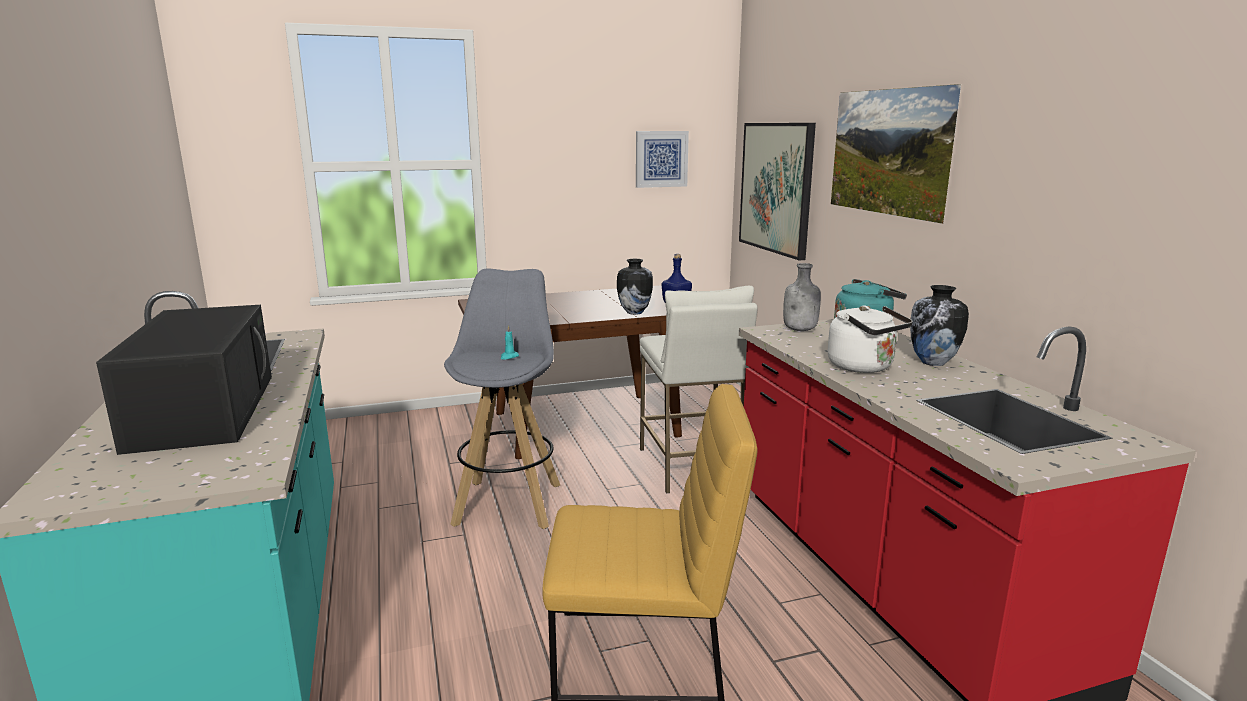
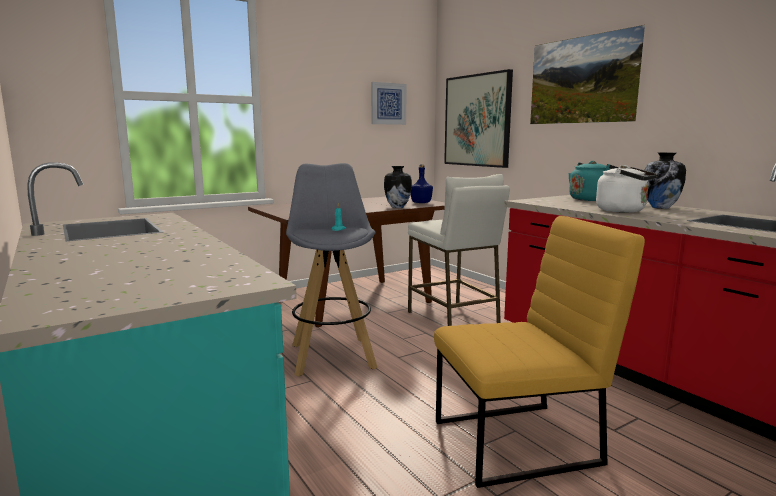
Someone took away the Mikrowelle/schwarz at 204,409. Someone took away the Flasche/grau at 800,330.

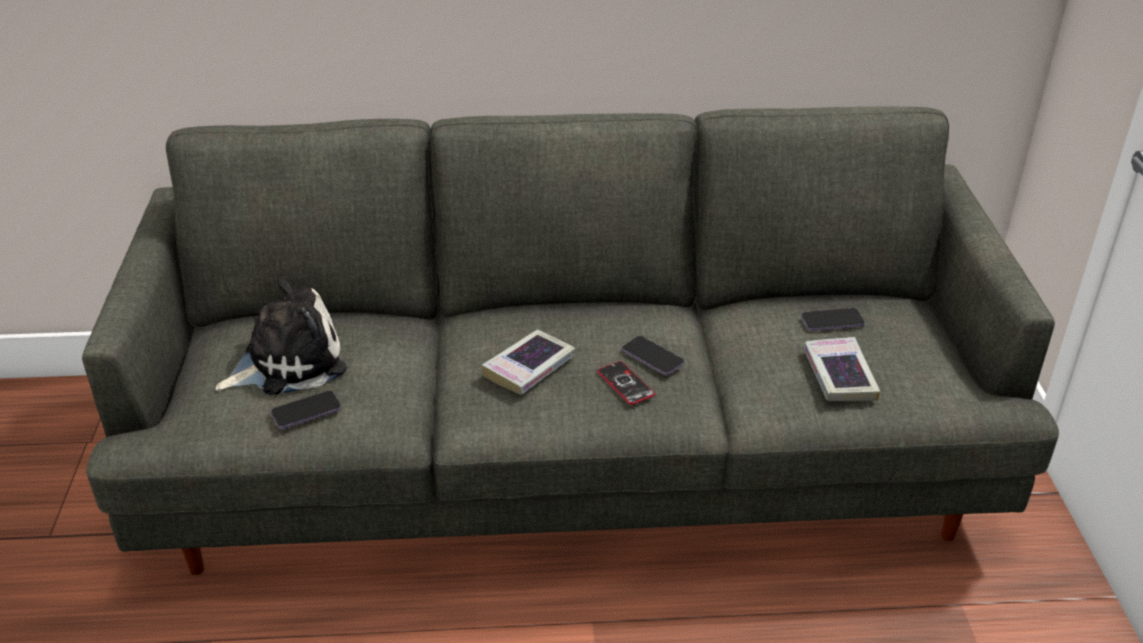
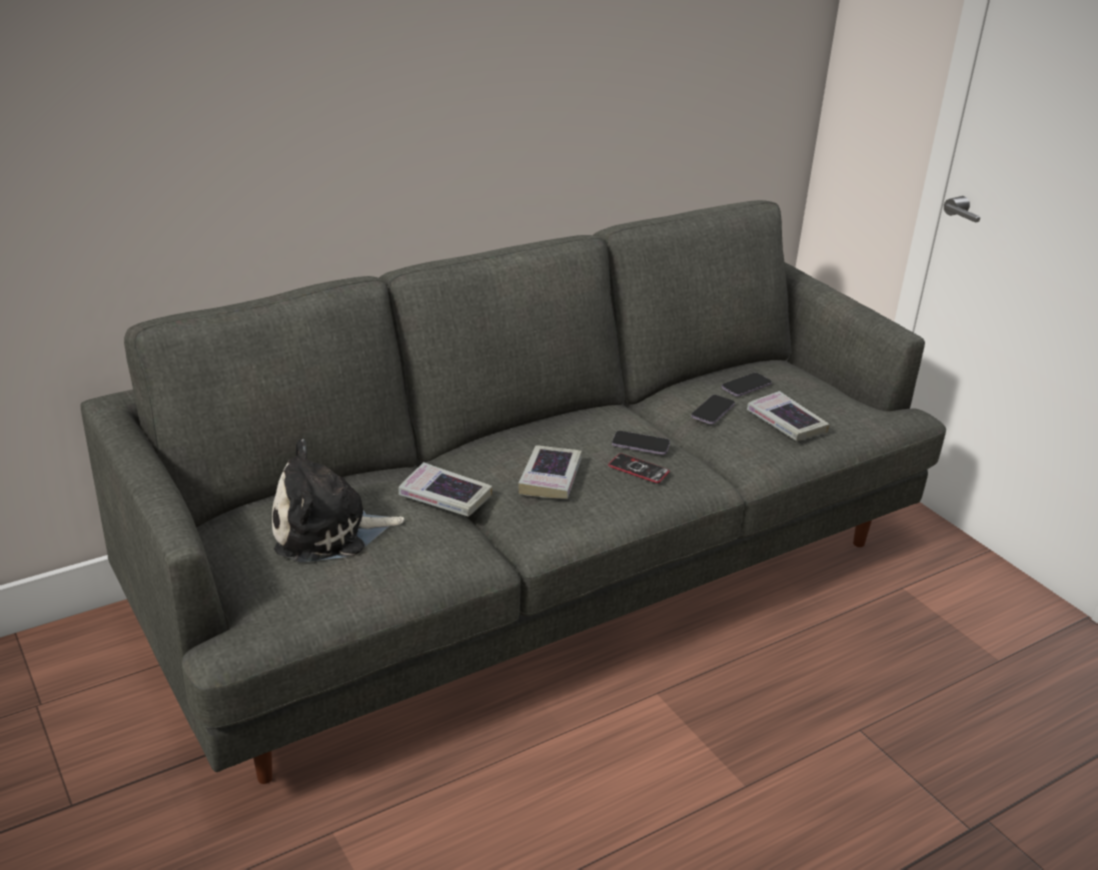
Someone put down the Buch at 445,497. Someone carried the Handy from 306,412 to 712,411. Someone rotated the Plüschtier at 288,362 by 135 degrees counterclockwise.

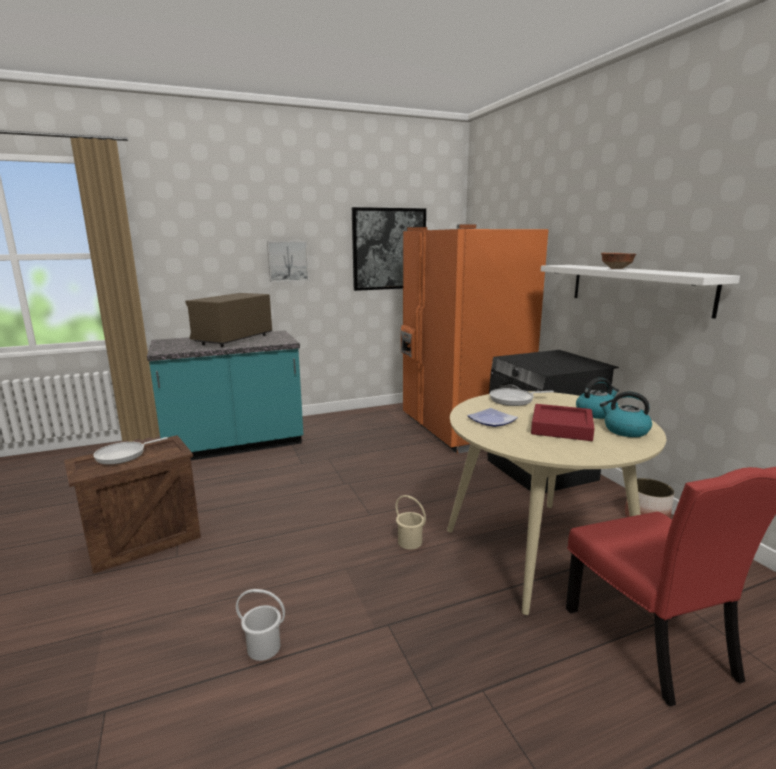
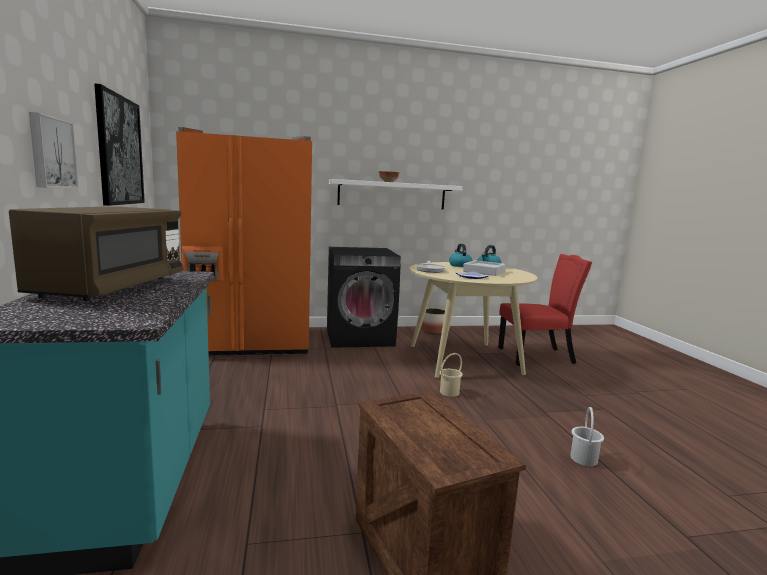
Someone took away the Pfanne at 124,455. Someone repainted the Tablett/rot at 561,427, which became the Tablett/grau at 484,271. Someone rotated the Mikrowelle/braun at 233,339 by 120 degrees counterclockwise.

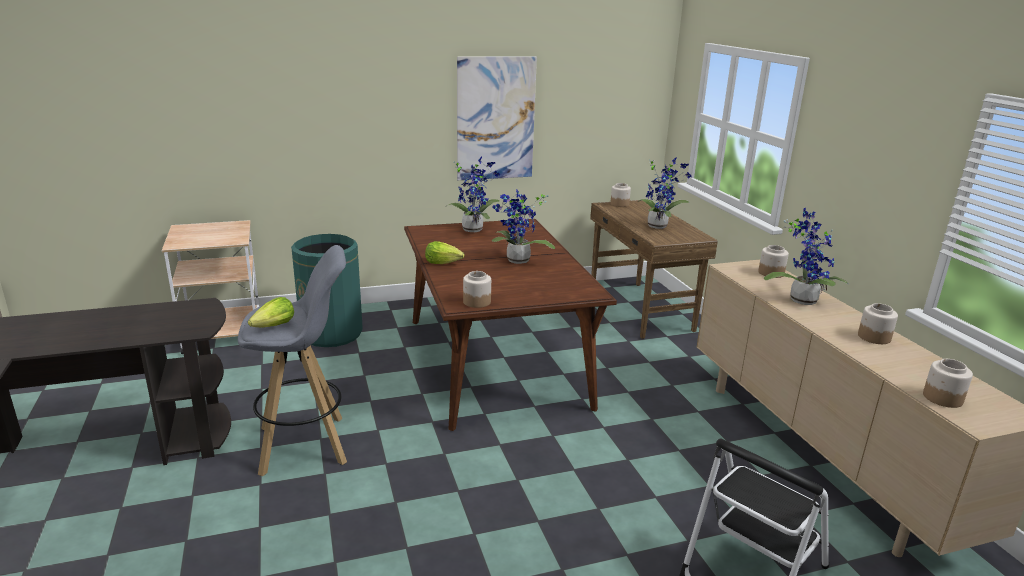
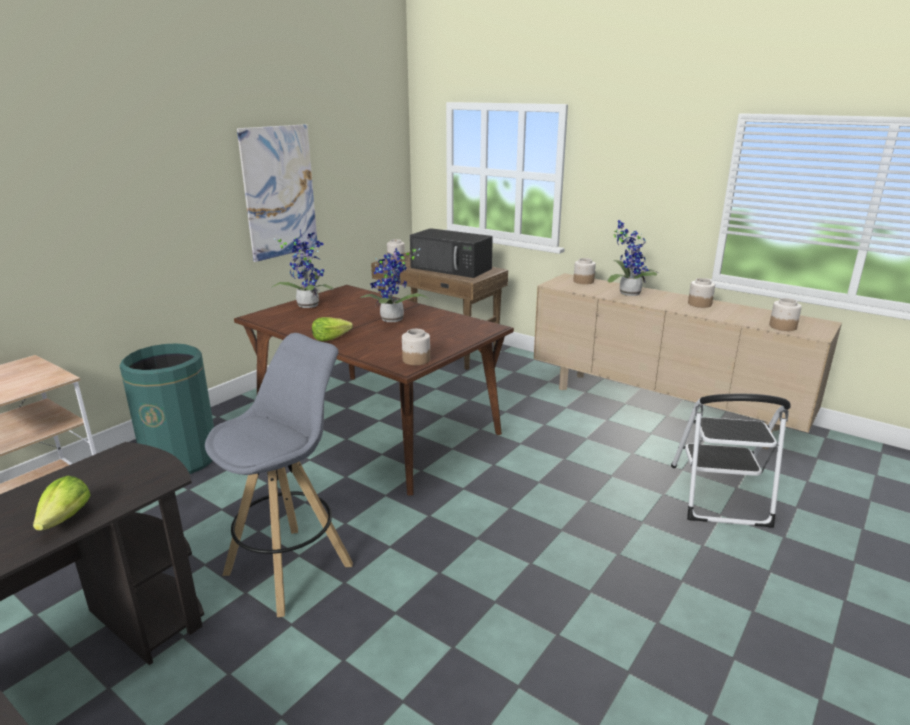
Someone carried the Salatkopf from 274,326 to 66,518. Someone swapped the Topfpflanze at 659,225 for the Mikrowelle/schwarz at 452,268.

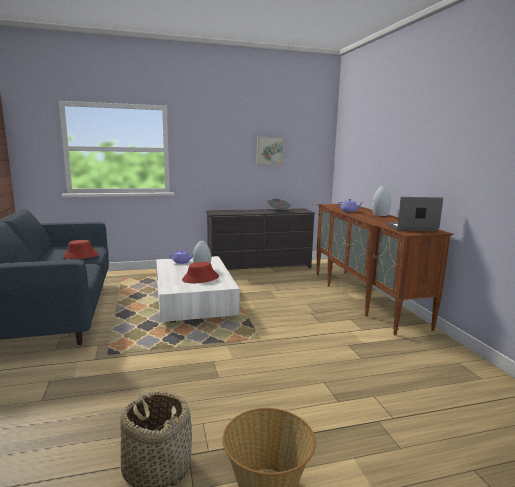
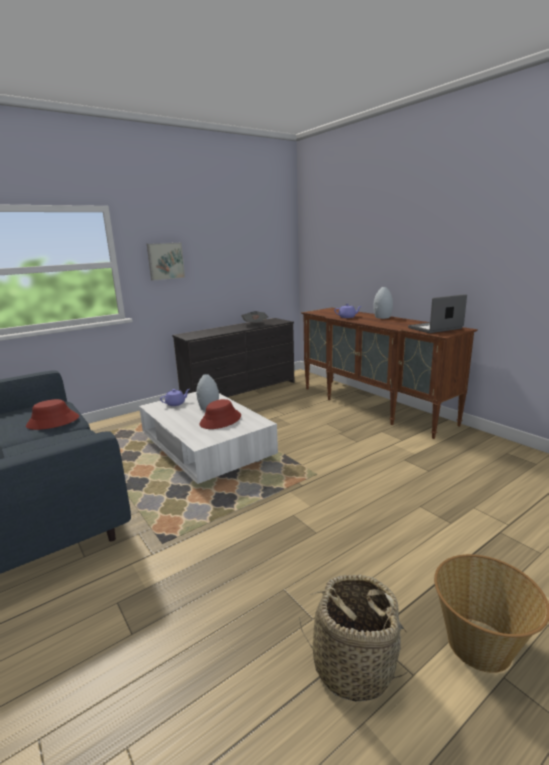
Someone carried the Bild from 269,150 to 165,261.

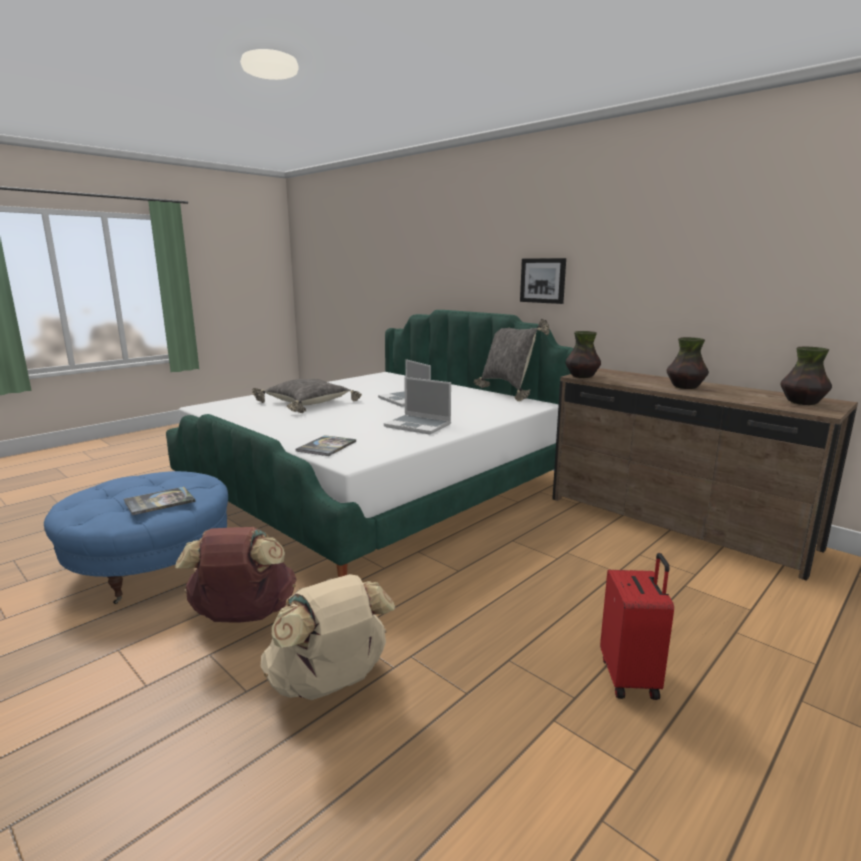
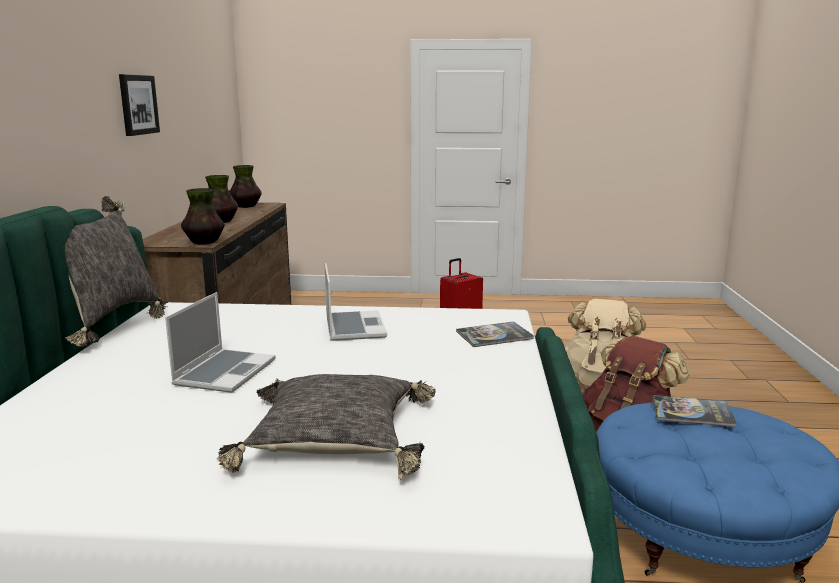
Someone carried the Bild from 543,280 to 138,104.

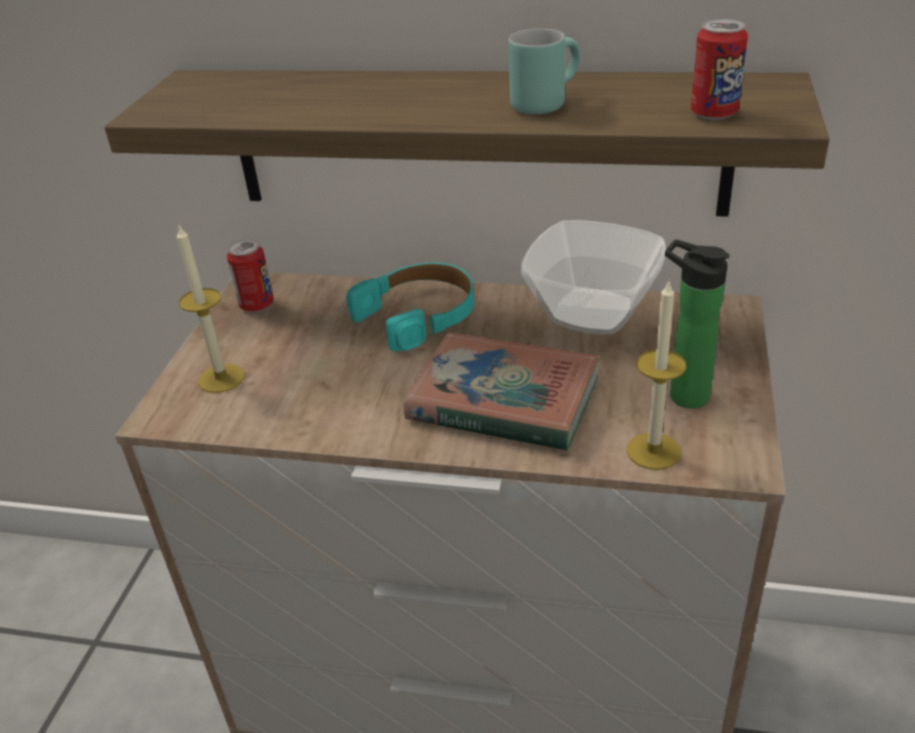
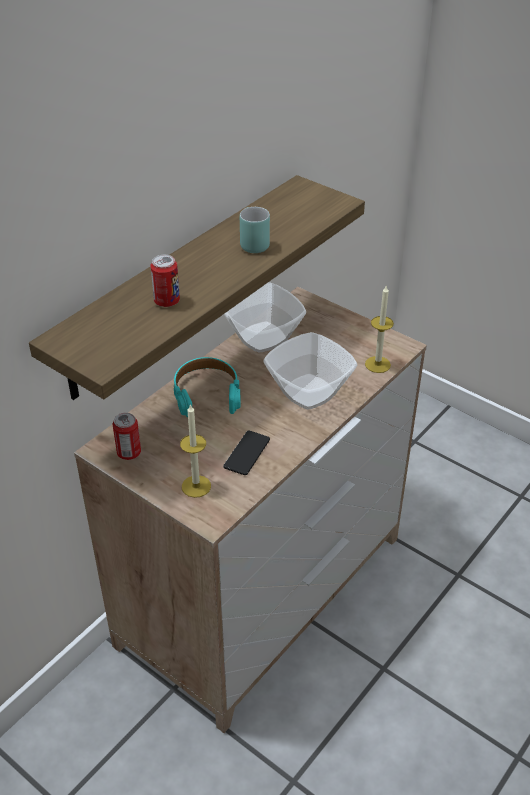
Someone took away the Flasche at 683,394. Someone put down the Handy at 247,453. Someone carried the Dose from 713,114 to 167,301. Someone swapped the Buch at 503,400 for the Schüssel at 307,392.

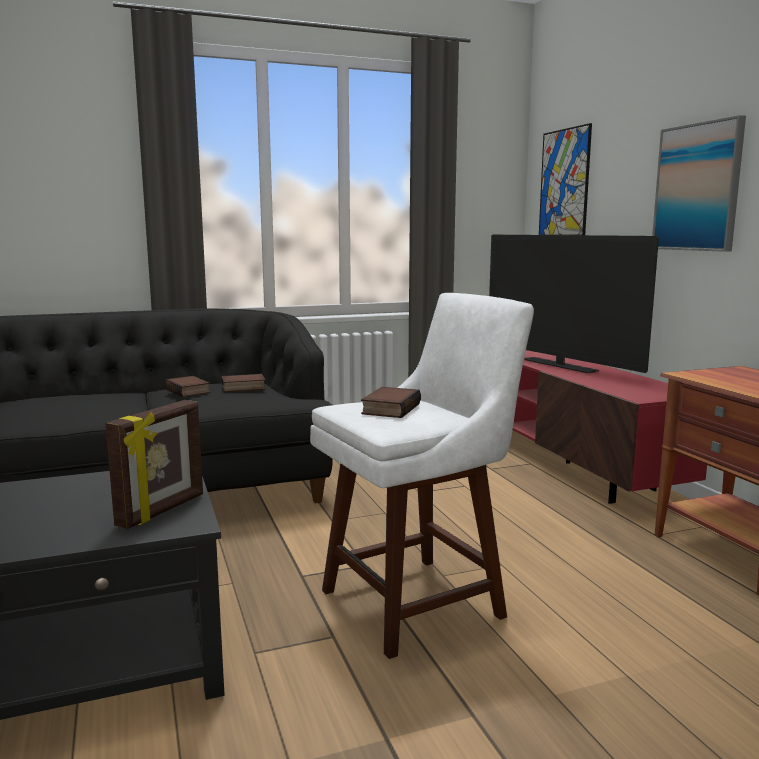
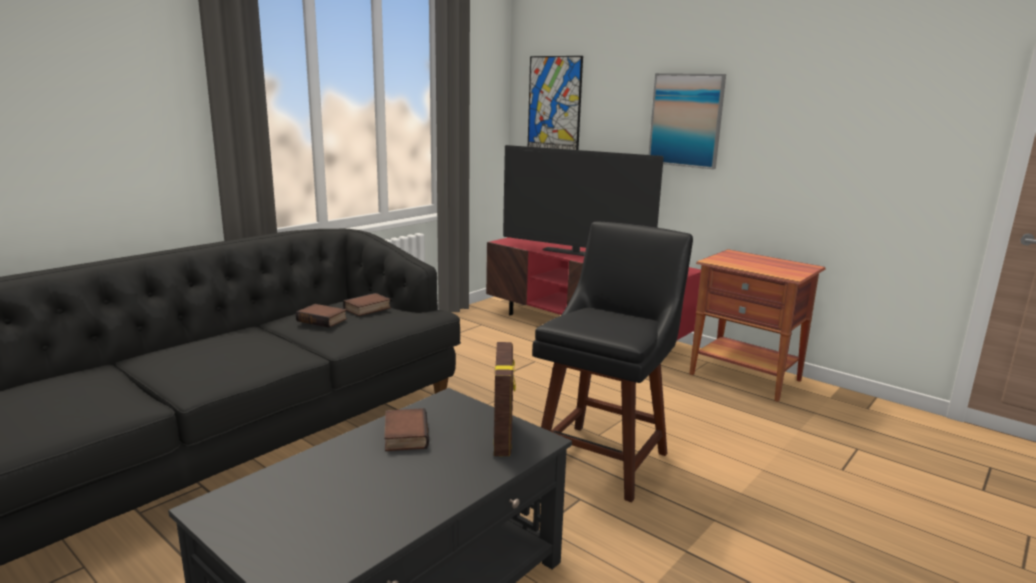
Someone carried the Buch from 389,408 to 404,435. Someone repainted the Hocker/weiß at 418,601, which became the Hocker/schwarz at 604,458.

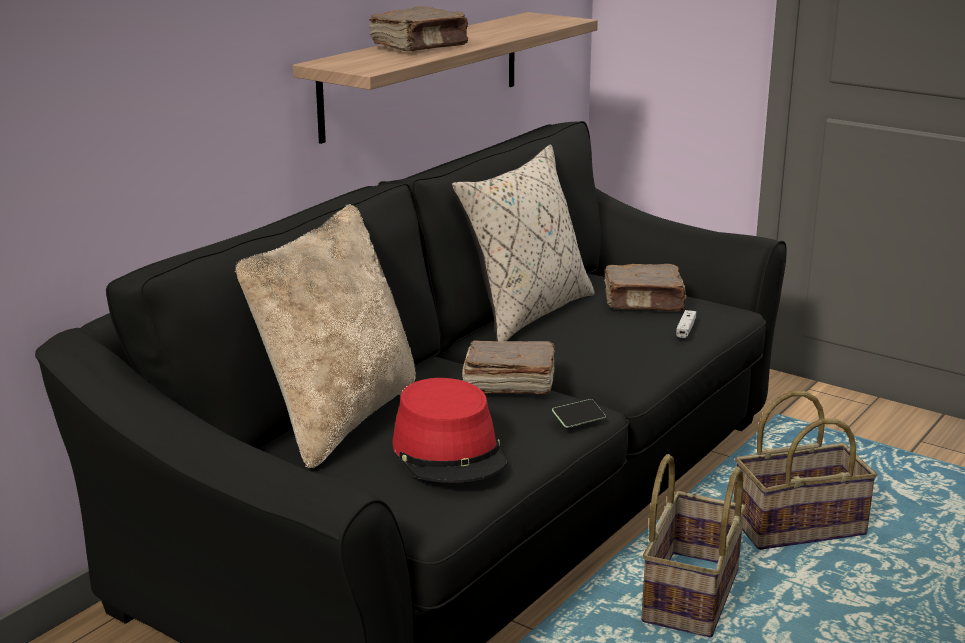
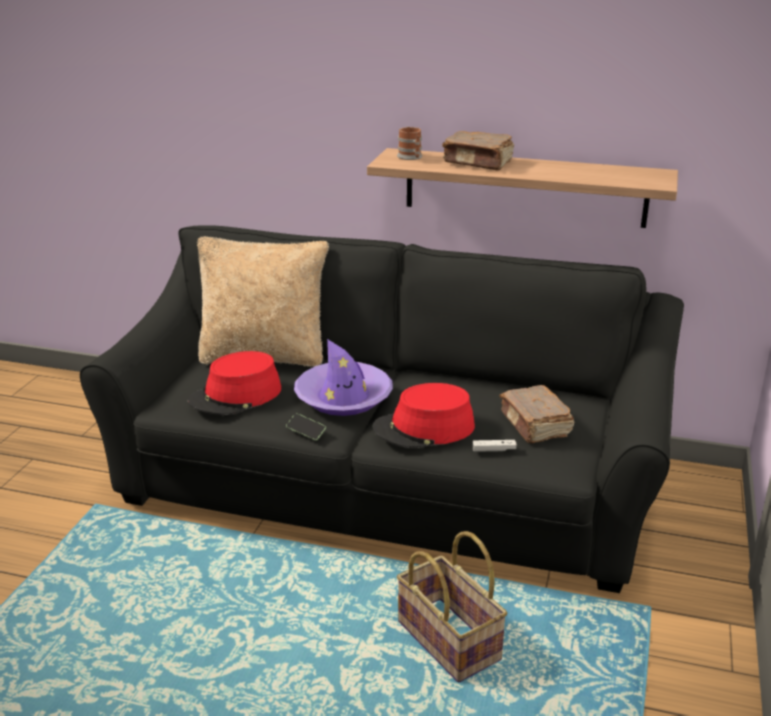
Someone took away the Kissen/beige at 525,313. Someone took away the Korb at 689,595. Someone put down the Hut/rot at 424,428. Someone put down the Henkelbecher at 411,158. Someone swapped the Buch/braun at 507,384 for the Hut/lila at 344,397.

